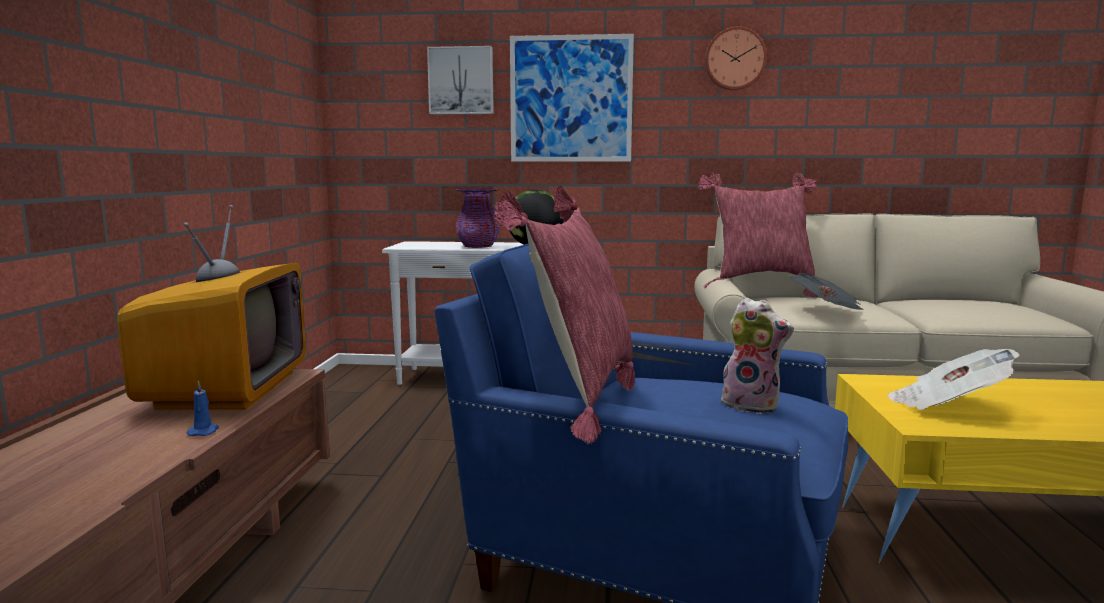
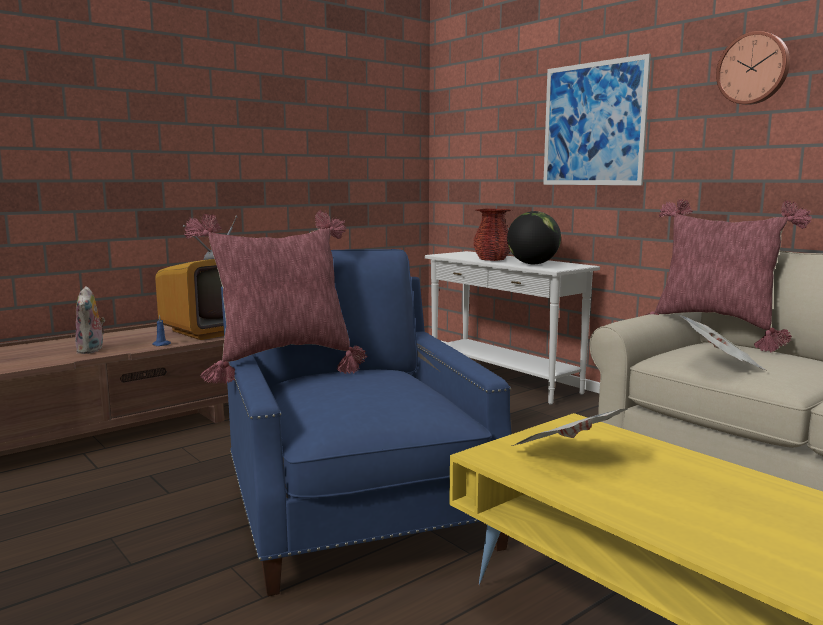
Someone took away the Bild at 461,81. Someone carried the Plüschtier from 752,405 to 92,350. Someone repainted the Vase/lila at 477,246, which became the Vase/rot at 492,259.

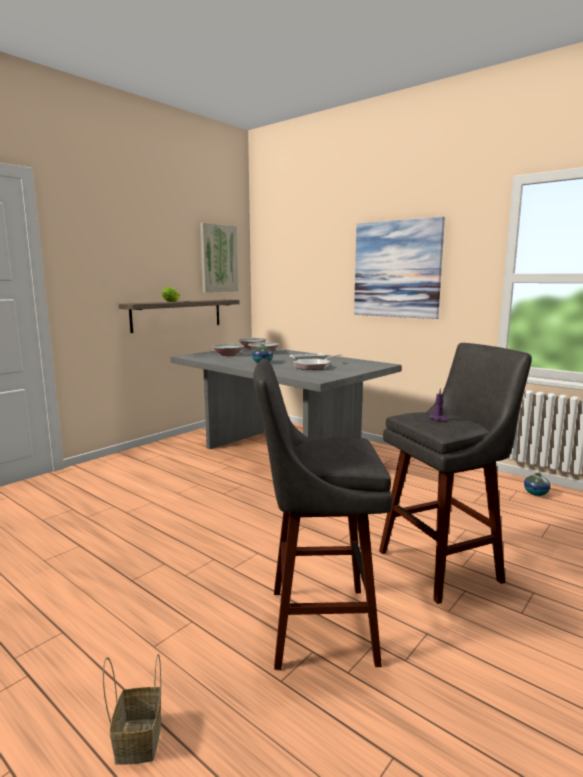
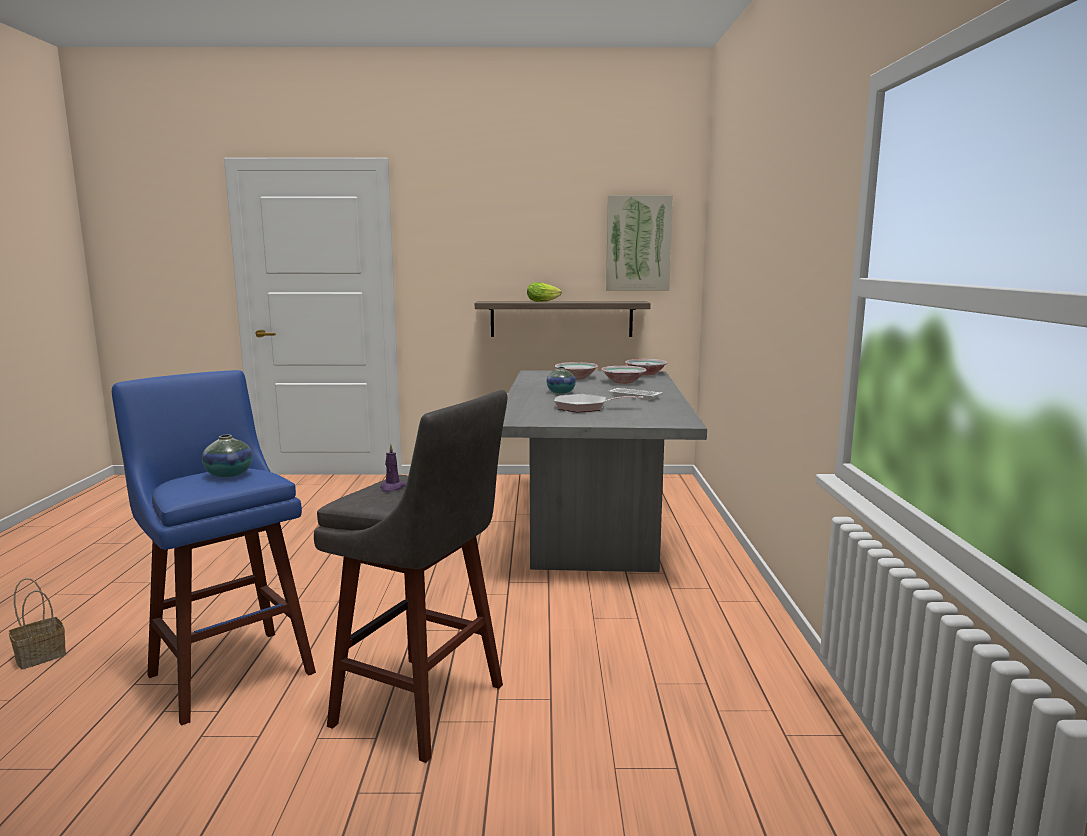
Someone took away the Bild at 397,269. Someone carried the Vase from 536,493 to 229,474. Someone repainted the Hocker/grau at 315,624, which became the Hocker/blau at 230,671.

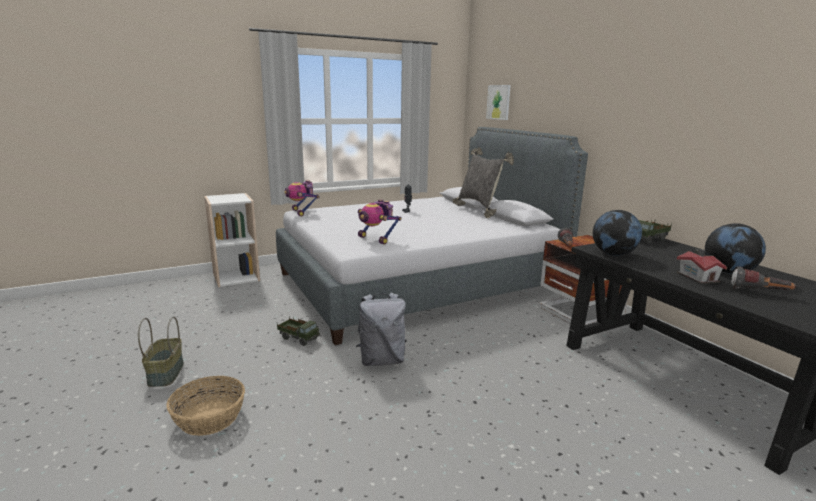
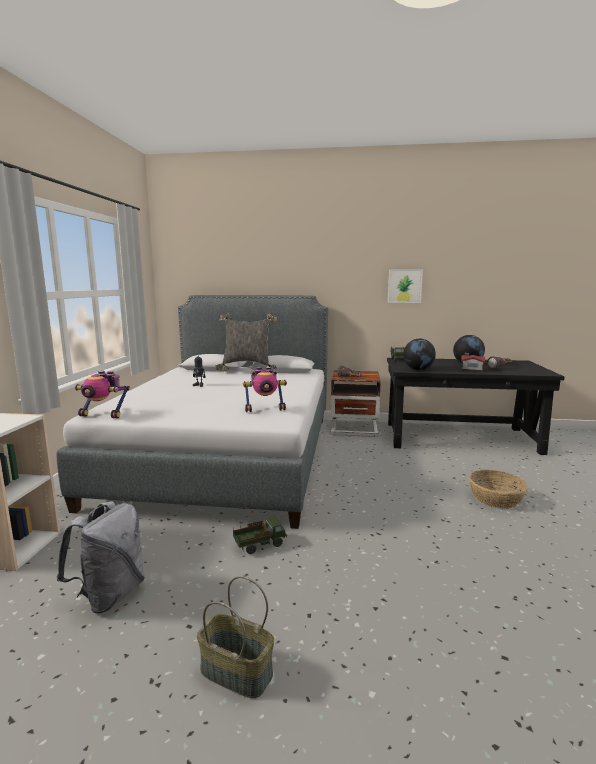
Someone carried the Korb from 210,418 to 495,498. Someone carried the Rucksack/grau from 382,360 to 110,595. Someone carried the Bild from 498,102 to 404,286.

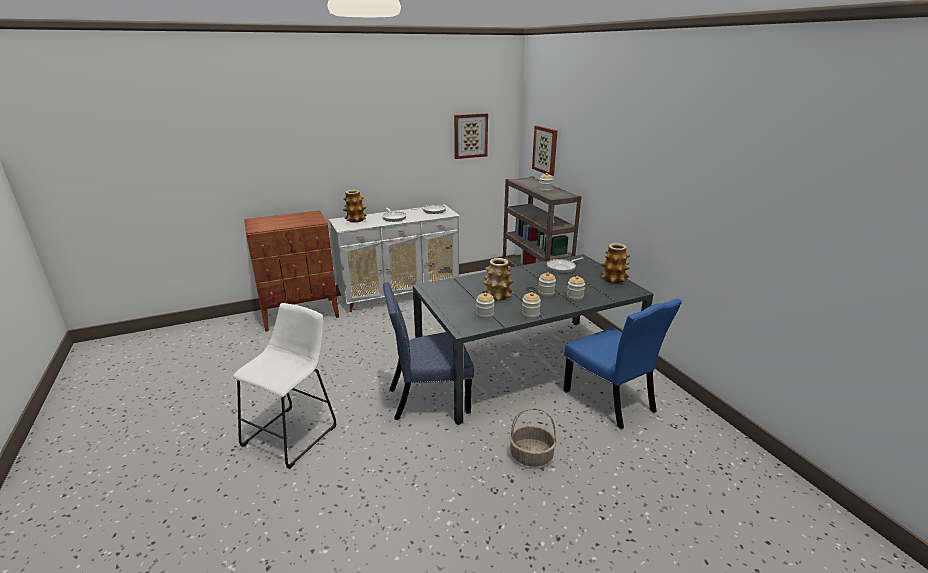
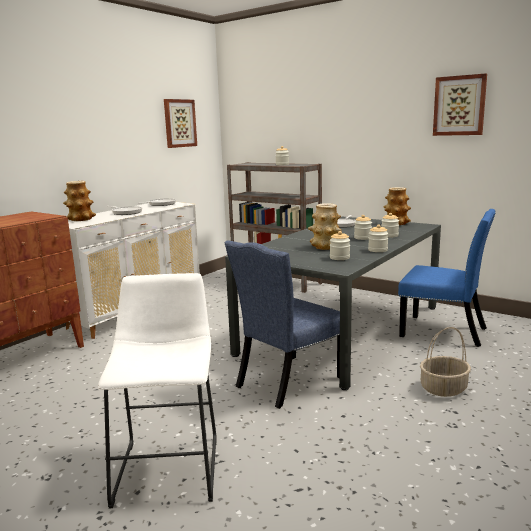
Someone carried the Bild from 545,150 to 459,105.

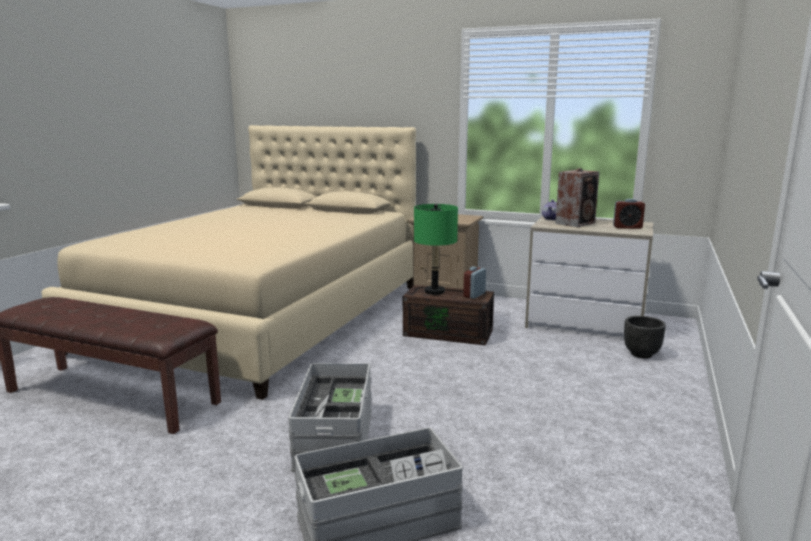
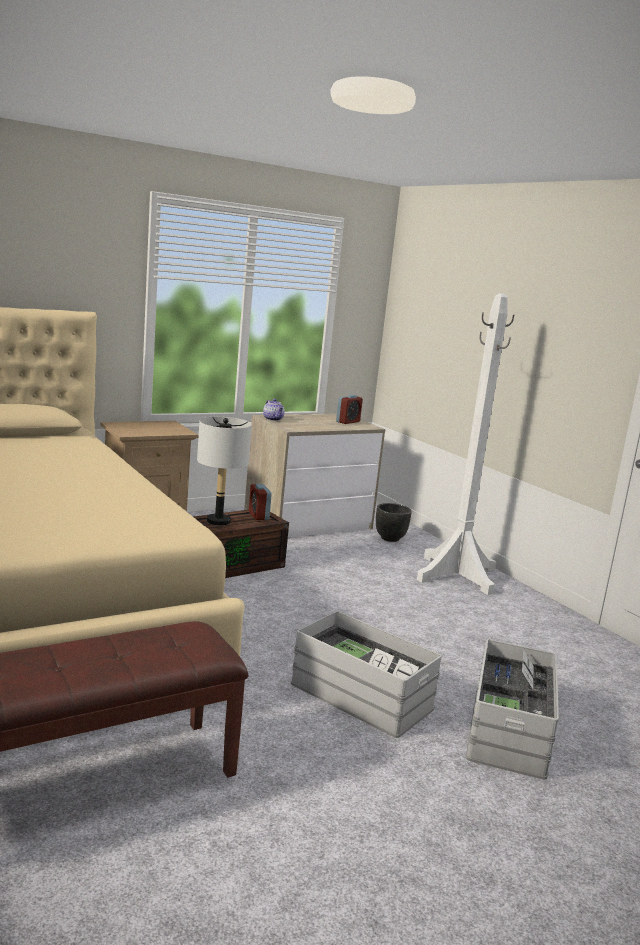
Someone took away the Lautsprecher at 576,223. Someone put down the Kleiderständer/weiß at 457,575. Someone repainted the Tischlampe/grün at 434,291, which became the Tischlampe/grau at 218,521.

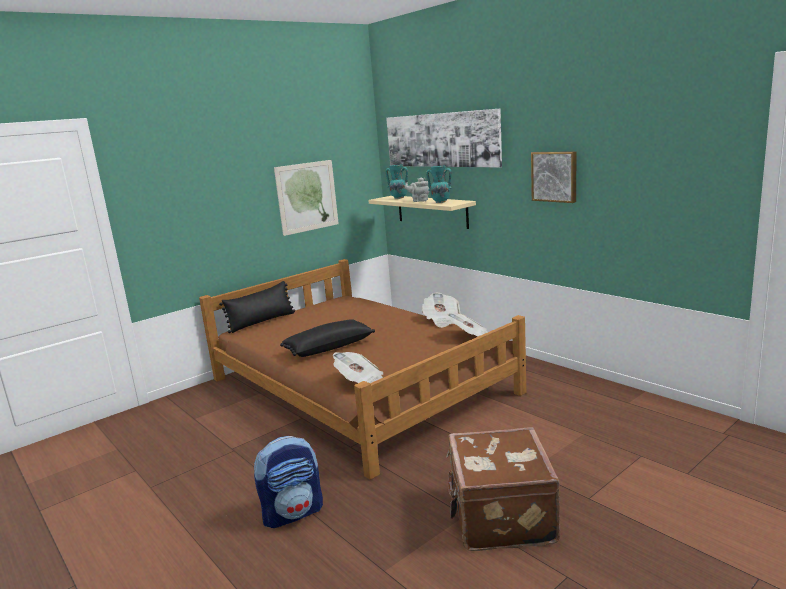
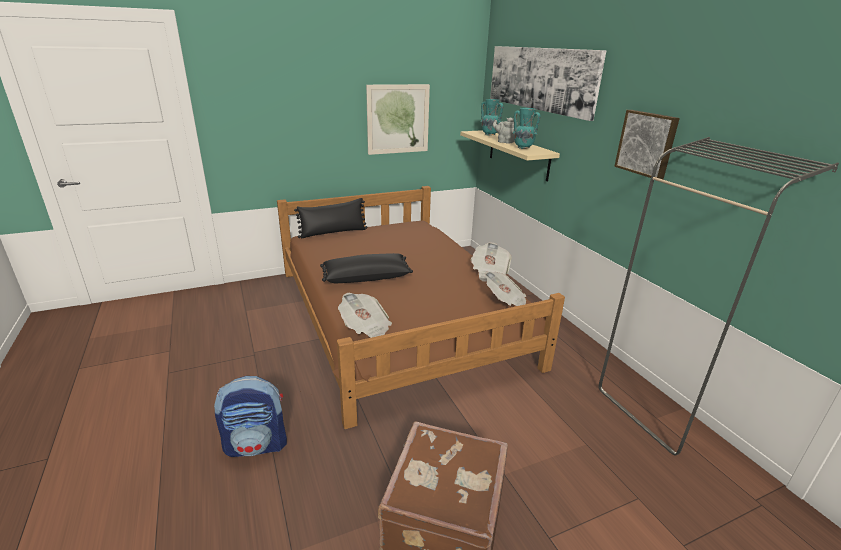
Someone put down the Kleiderständer/grau at 655,413.

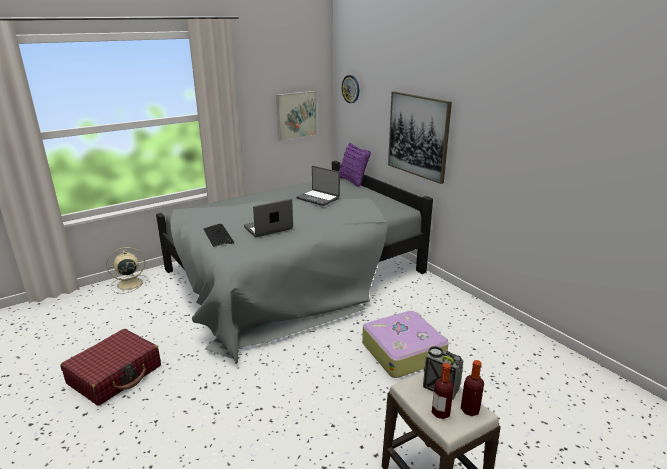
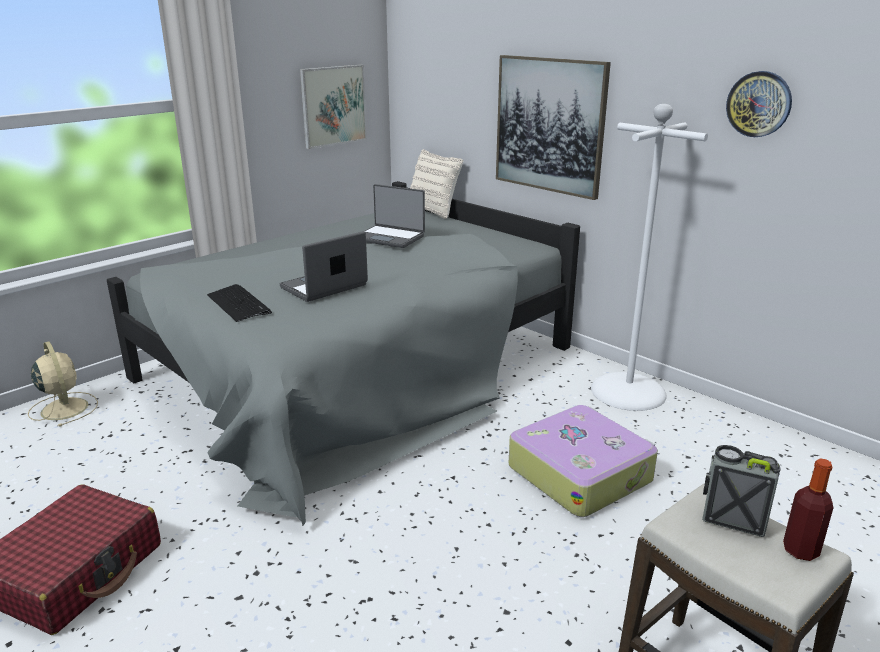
Someone took away the Flasche at 440,413. Someone put down the Kleiderständer/weiß at 628,391. Someone carried the Wanduhr from 351,89 to 759,104. Someone repainted the Kissen/lila at 353,181, which became the Kissen/beige at 434,212. Someone rotated the Ventilator/beige at 128,284 by 90 degrees clockwise.

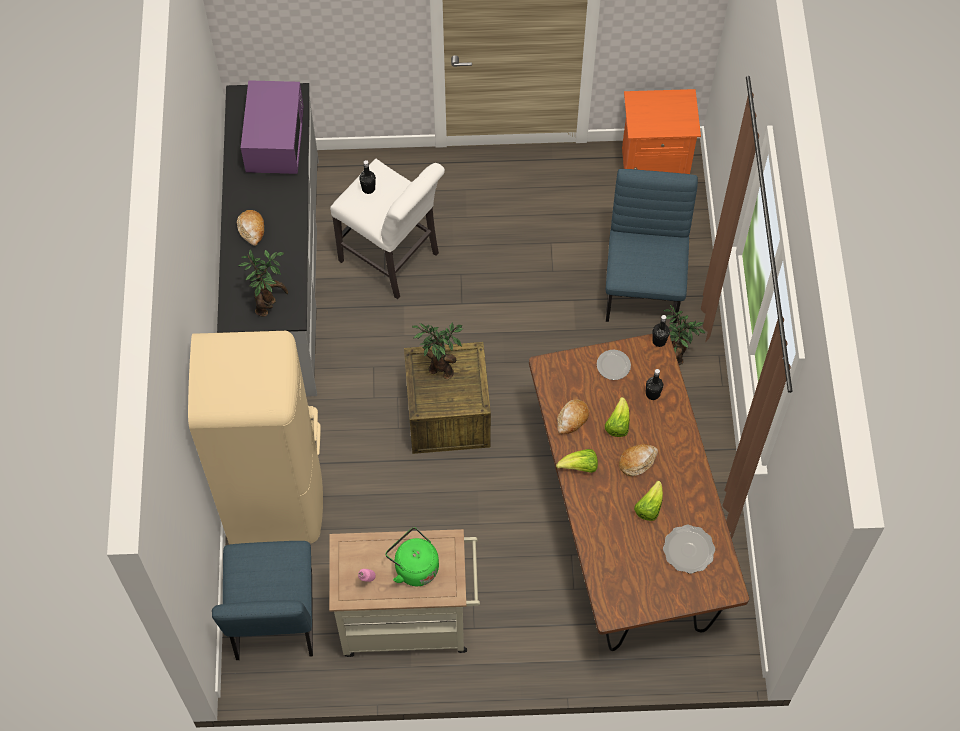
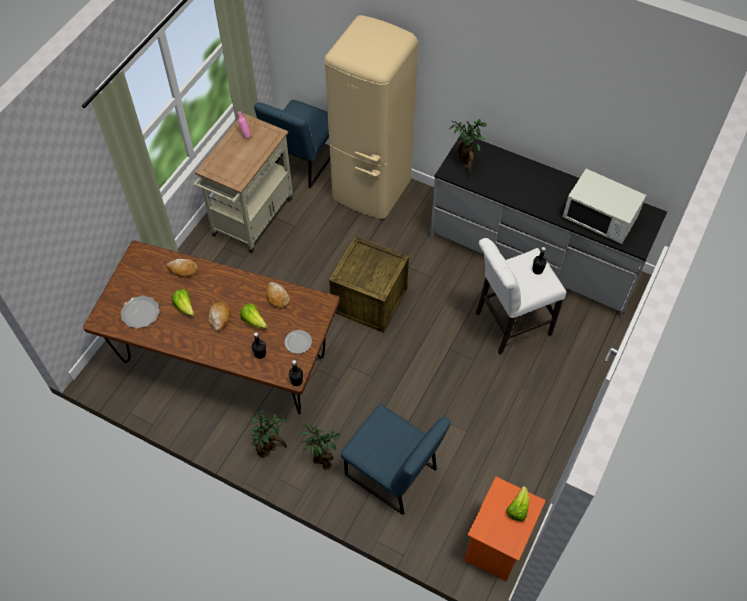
Someone took away the Wasserkessel/grün at 414,567. Someone carried the Brot from 252,230 to 183,270. Someone carried the Topfpflanze from 438,368 to 269,449. Someone carried the Salatkopf from 579,467 to 517,509. Someone repainted the Mikrowelle/lila at 275,141, which became the Mikrowelle/weiß at 599,218. Someone rotated the Stuhl/blau at 273,618 by 90 degrees counterclockwise.

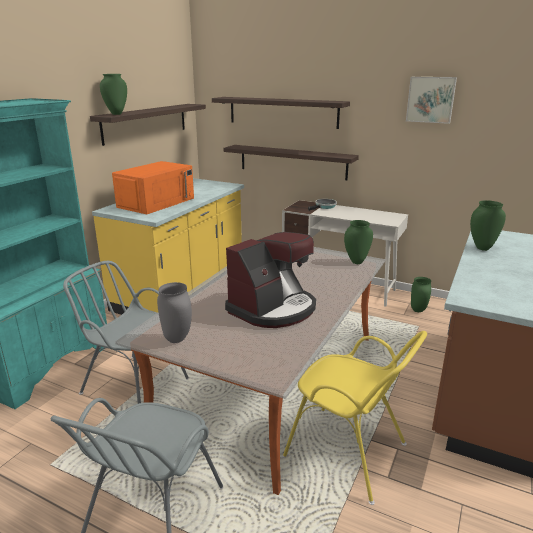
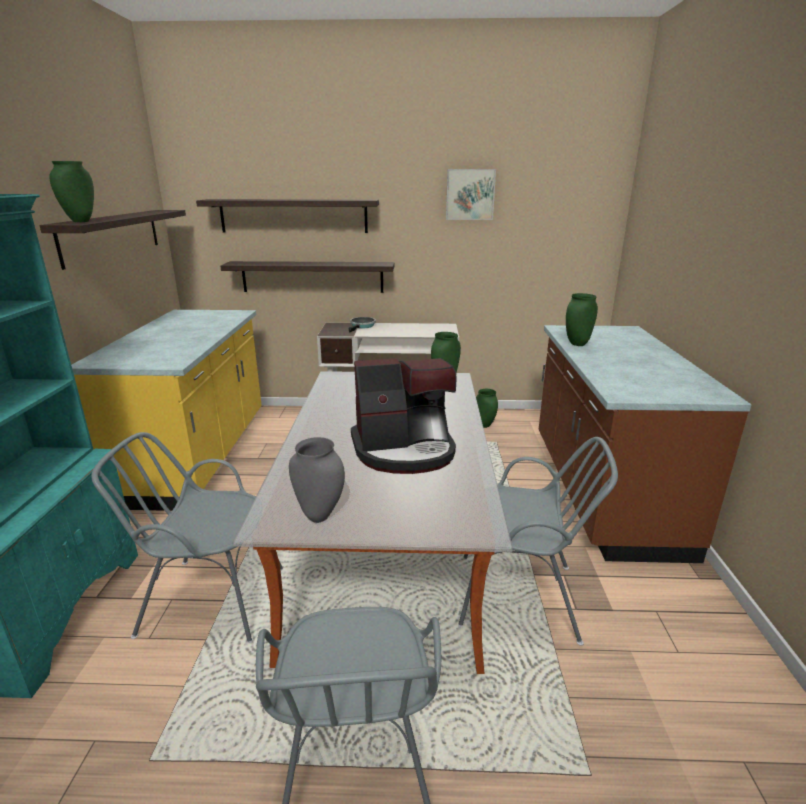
Someone took away the Mikrowelle/orange at 156,202. Someone repainted the Stuhl/gelb at 349,453, which became the Stuhl/grau at 523,596. Someone rotated the Kaffeemaschine at 273,309 by 60 degrees clockwise.

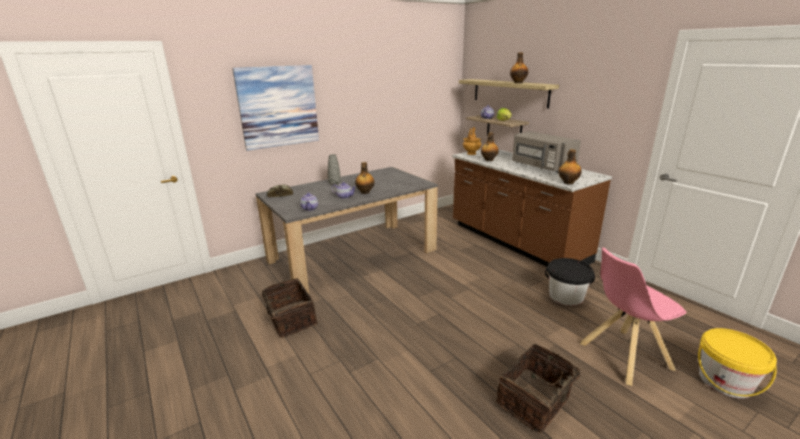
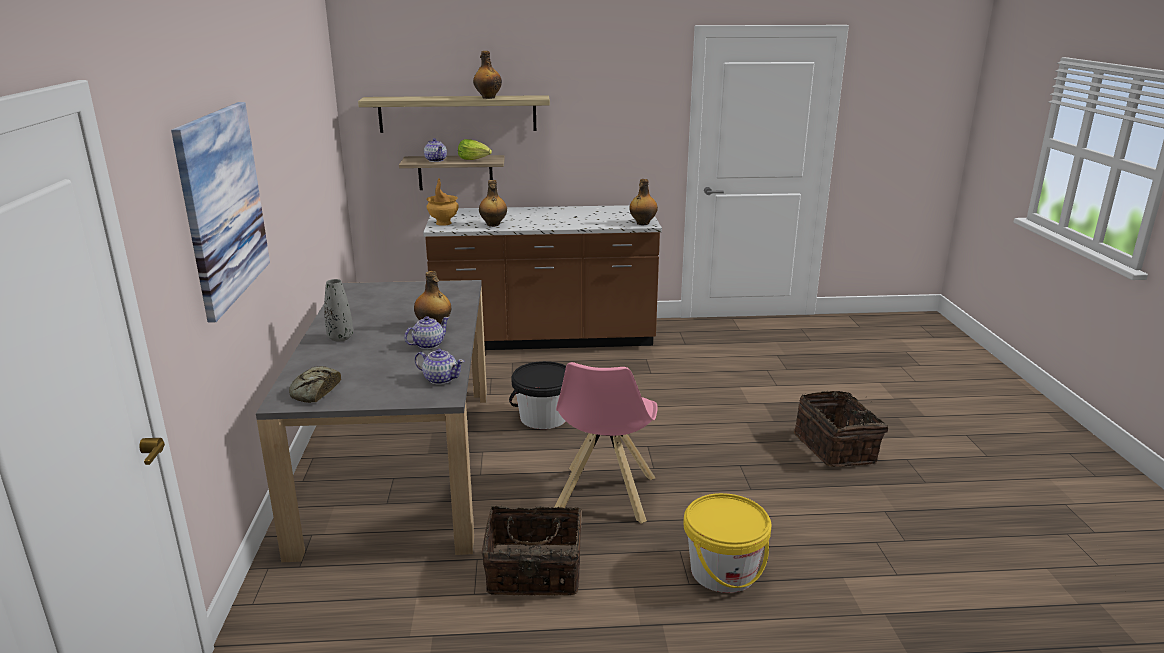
Someone took away the Mikrowelle/grau at 541,167. Someone carried the Eimer/schwarz from 566,296 to 543,417. Someone carried the Stuhl/rosa from 623,356 to 604,496. Someone carried the Eimer/gelb from 725,381 to 723,571.

